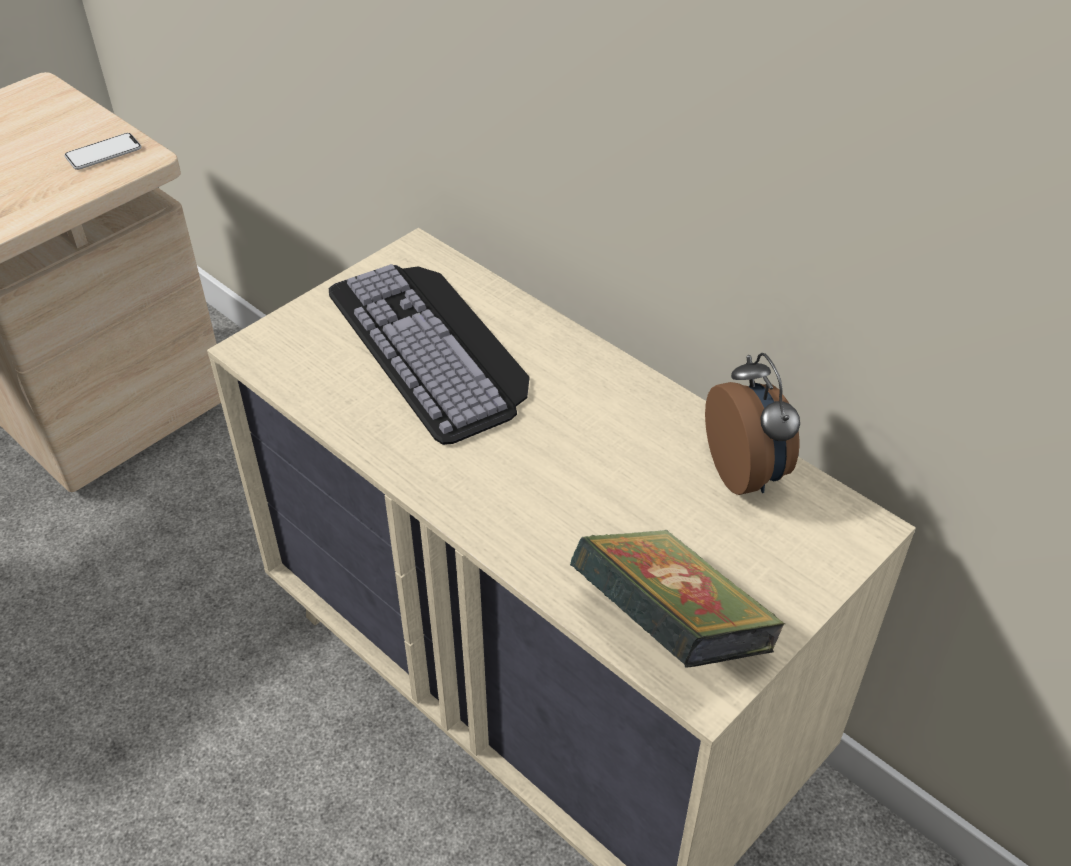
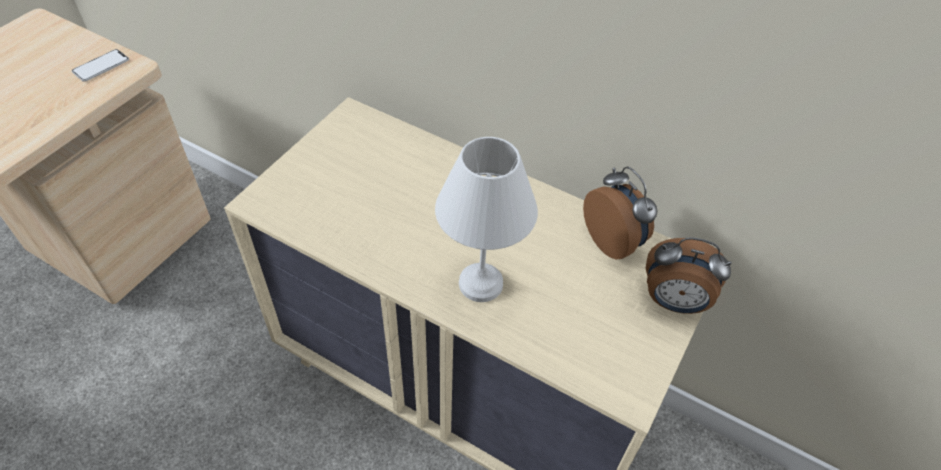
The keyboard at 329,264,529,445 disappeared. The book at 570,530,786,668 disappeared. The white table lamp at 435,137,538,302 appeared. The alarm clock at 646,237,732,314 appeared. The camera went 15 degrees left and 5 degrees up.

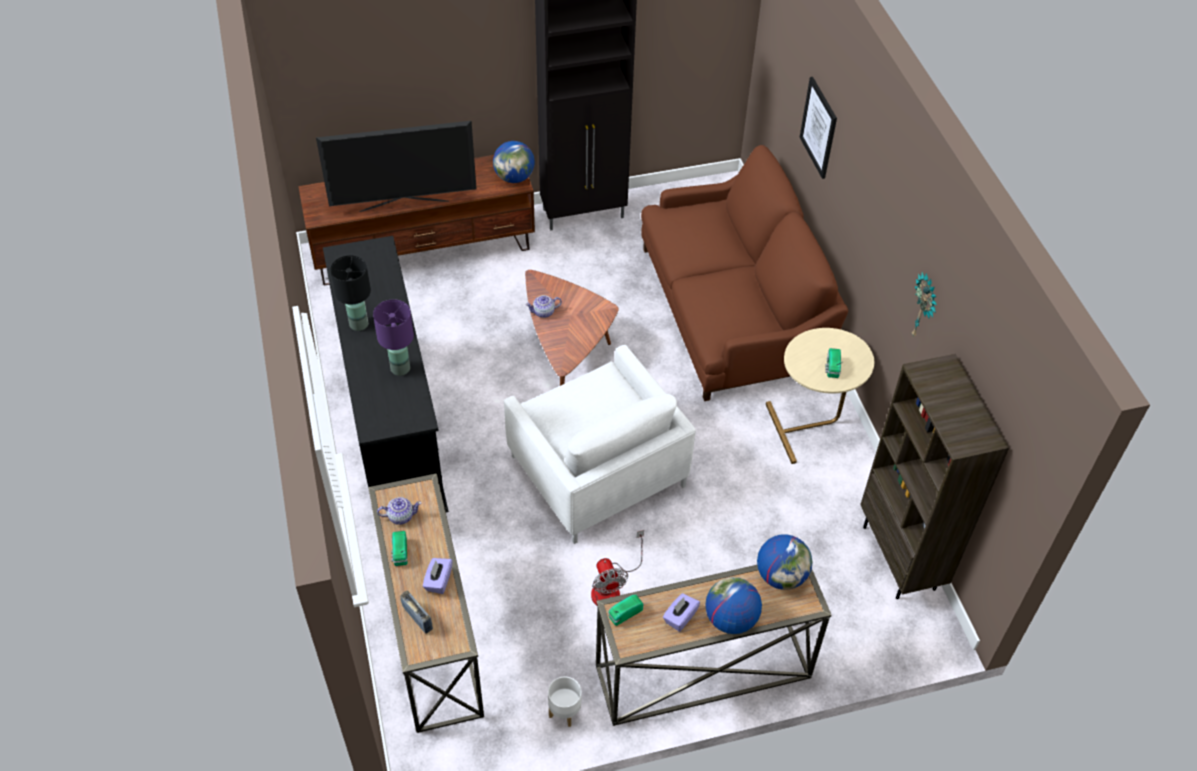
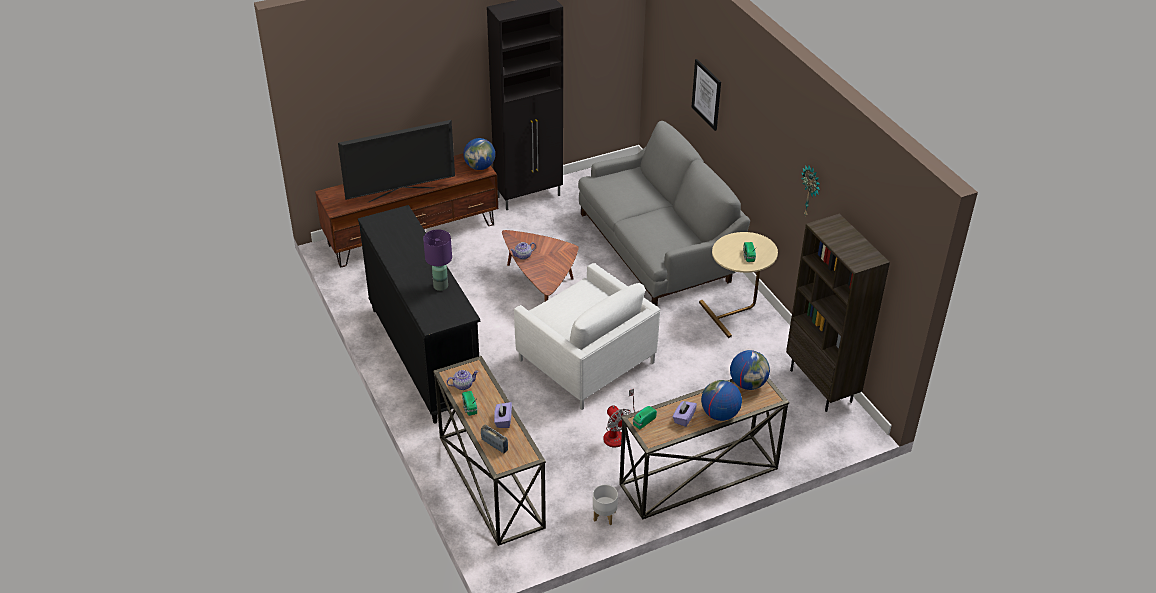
The brown sofa at 641,145,848,401 became the grey sofa at 578,121,750,306. The black table lamp at 330,255,371,331 disappeared. The camera went 10 degrees left and 10 degrees down.

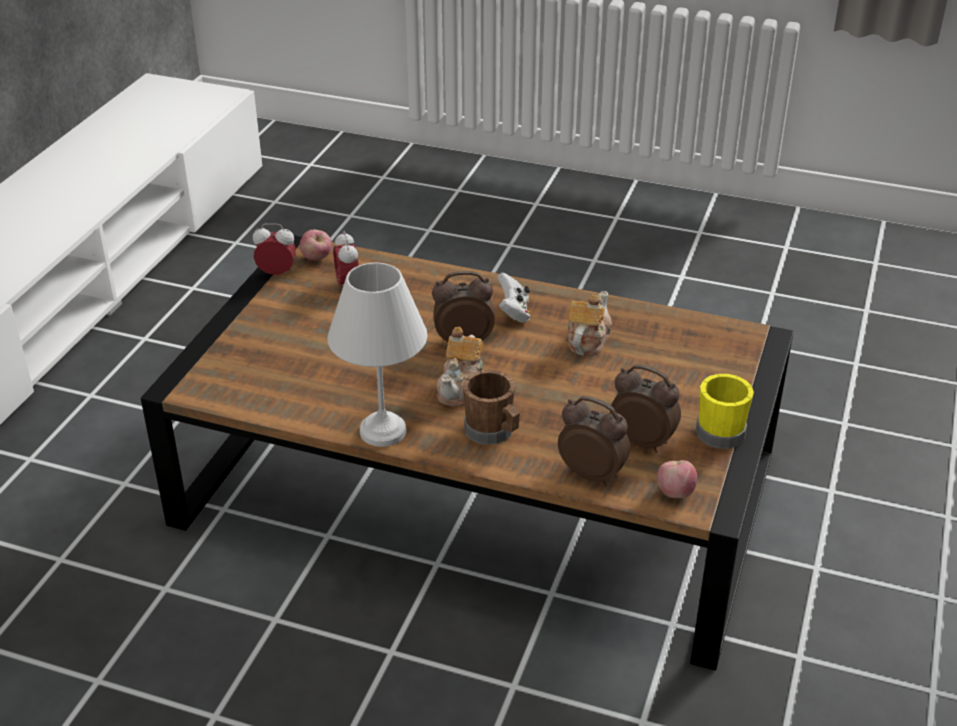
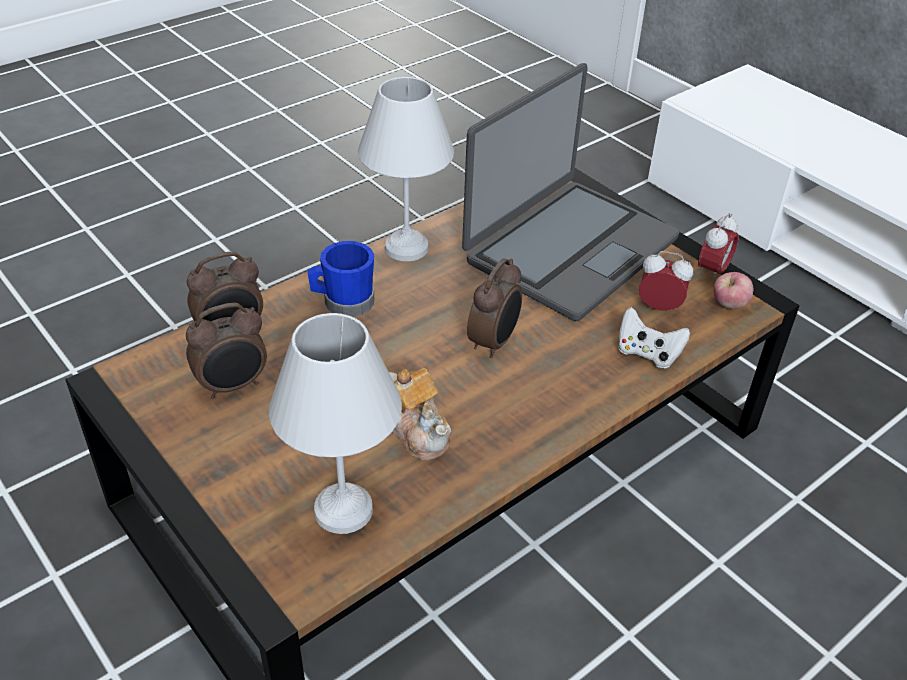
The white game controller moved from 497,273,530,323 to 618,307,690,369. The teapot at 436,327,483,407 disappeared. The brown mug at 463,370,520,445 became the blue mug at 307,241,374,317. The yellow mug at 696,374,754,449 disappeared. The apple at 657,460,697,498 disappeared. The laptop at 462,63,679,321 appeared. The white table lamp at 269,313,402,534 appeared. The camera went 120 degrees right and 5 degrees up.

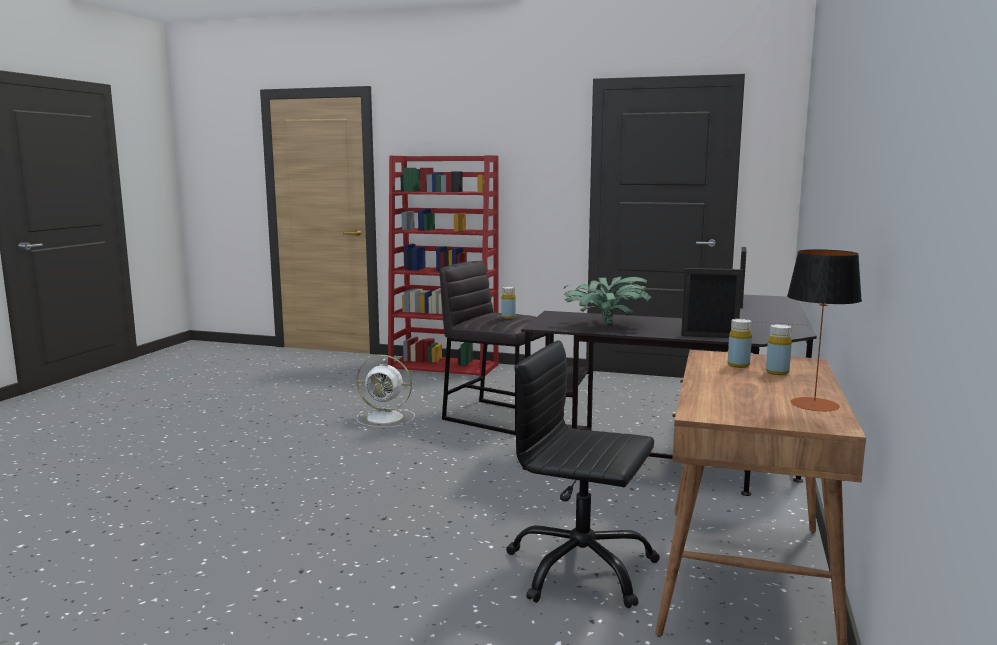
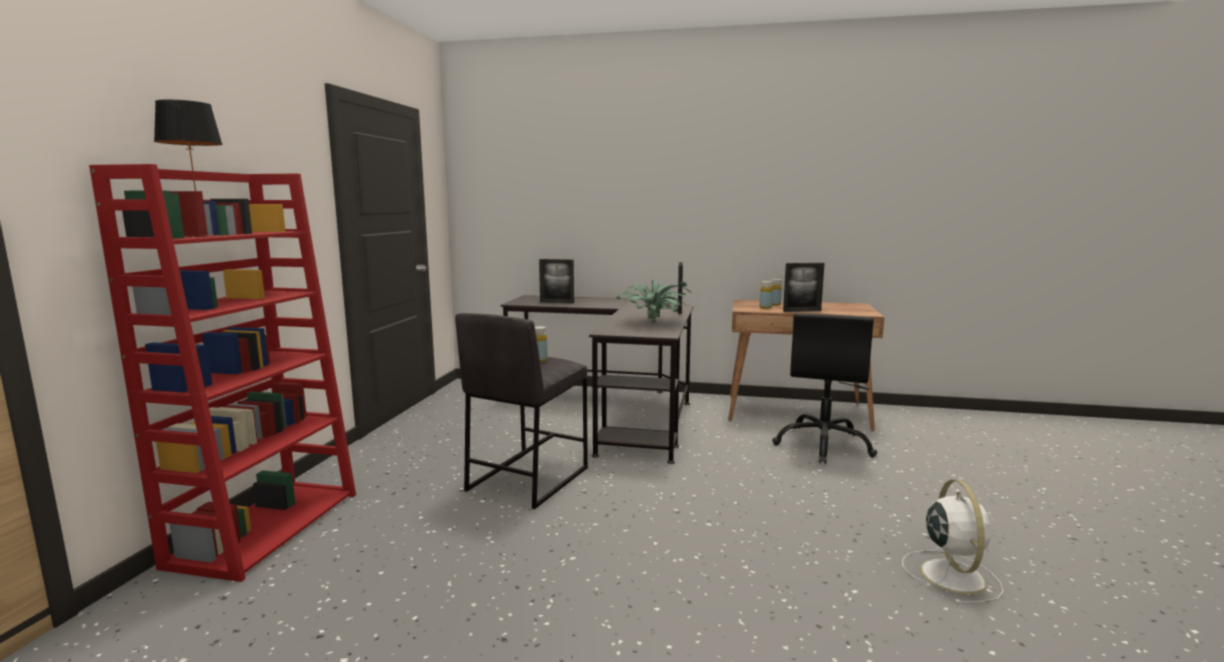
The table lamp moved from 787,249,862,412 to 154,100,223,237. The white fan moved from 356,355,415,427 to 902,479,1003,604. The picture frame at 783,263,825,312 appeared. The camera went 95 degrees left and 0 degrees up.

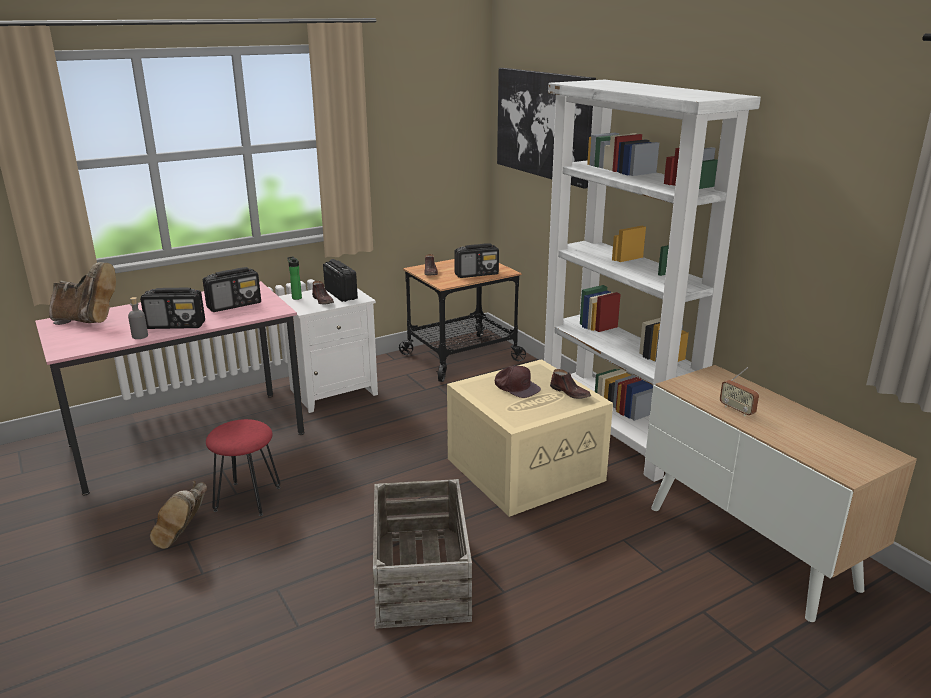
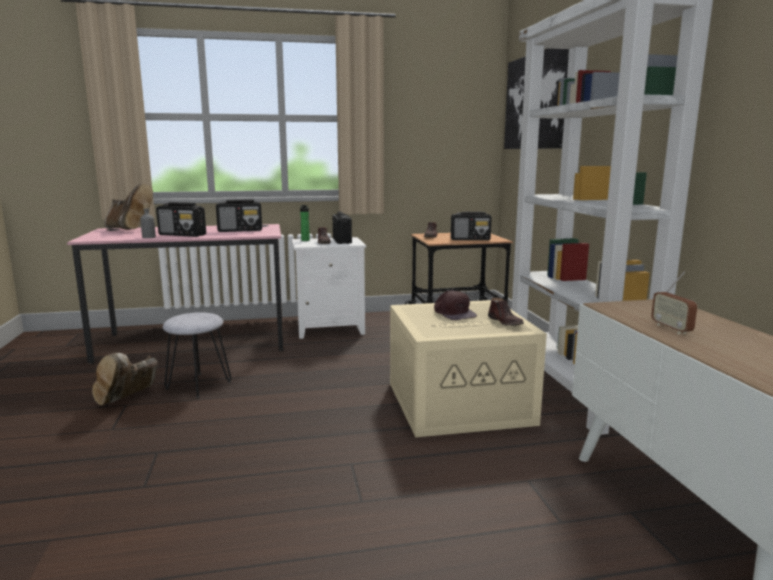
The red stool at 206,419,281,516 became the grey stool at 163,312,231,398. The crate at 373,479,472,629 disappeared. The camera went 20 degrees right and 10 degrees down.

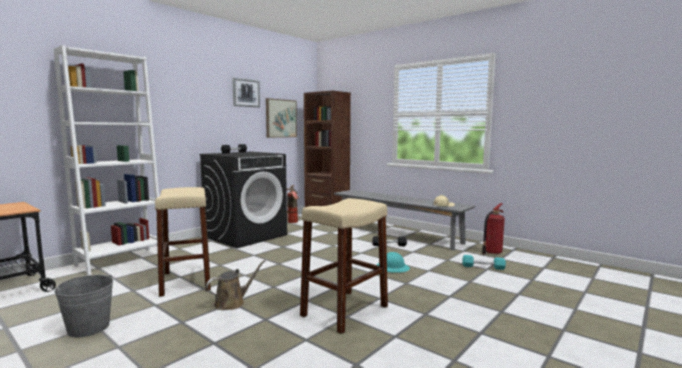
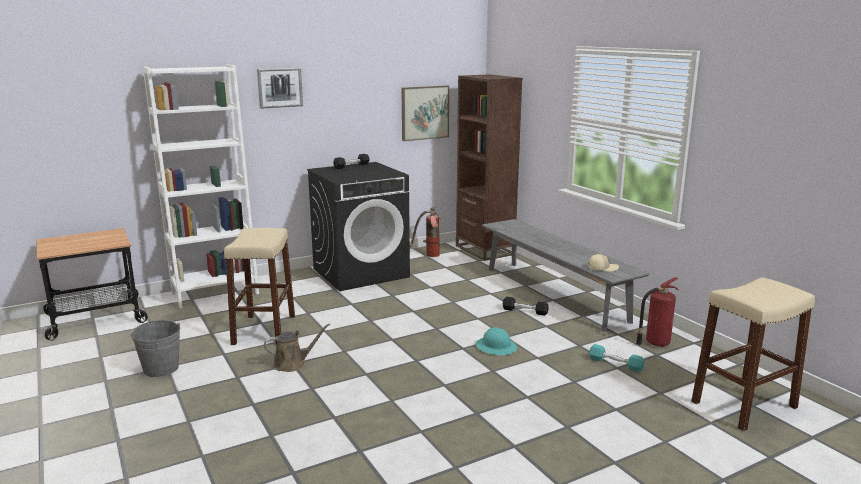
The picture moved from 232,78,260,107 to 257,67,303,109. The beige stool moved from 300,198,388,334 to 691,277,815,431. The camera went 20 degrees right and 10 degrees up.

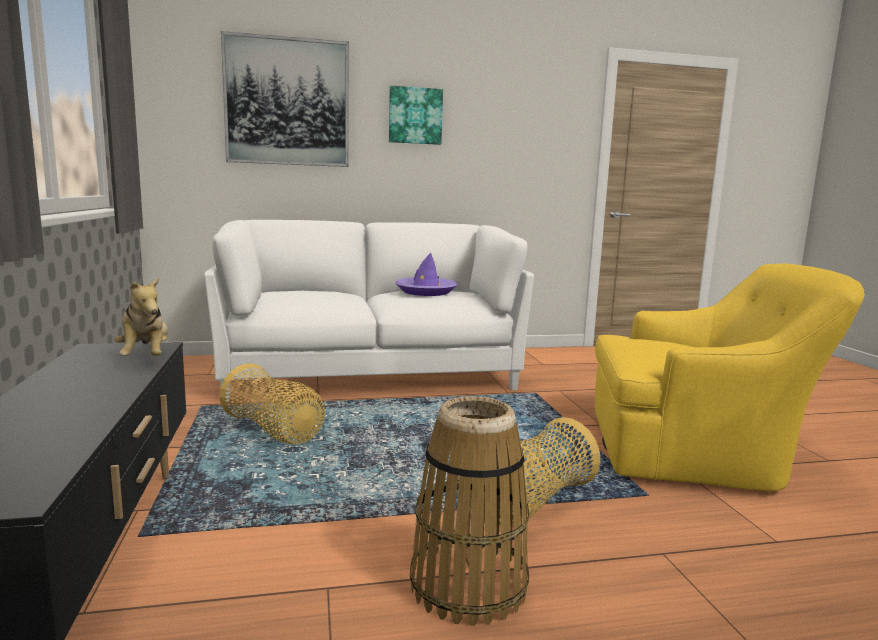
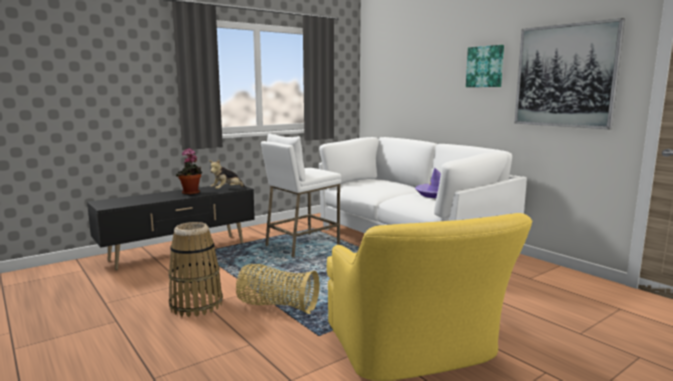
The picture moved from 221,31,349,167 to 514,18,625,129. The basket at 219,364,325,444 was replaced by the white stool at 261,133,341,257. The potted plant at 176,148,202,195 appeared. The camera went 65 degrees right and 0 degrees up.

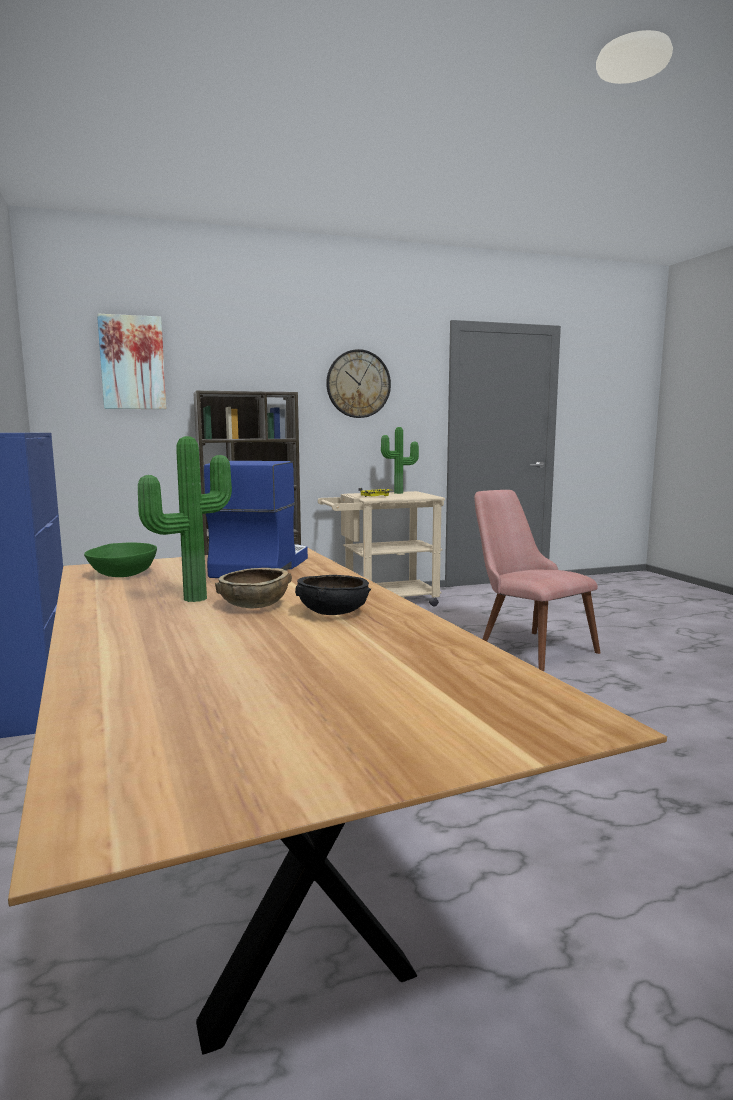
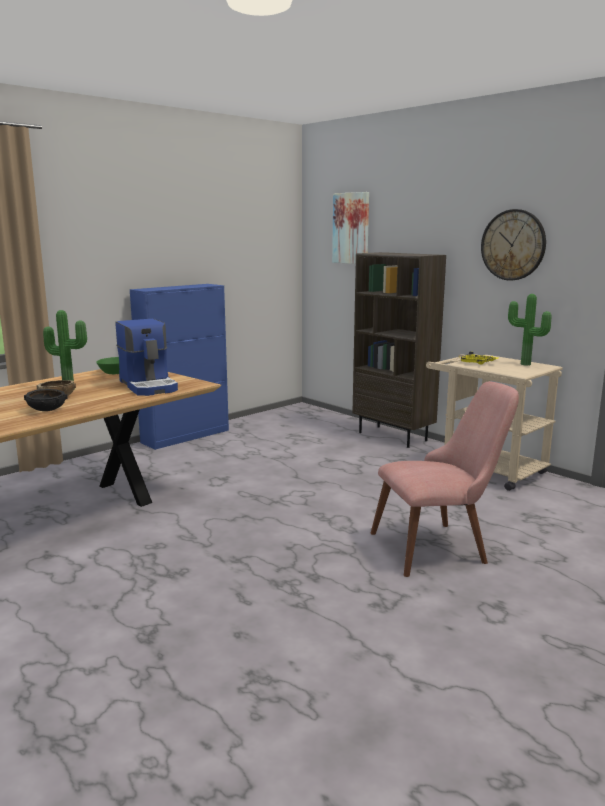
The coffee machine at 203,461,308,578 turned 75 degrees clockwise. The pink chair at 474,490,600,671 turned 45 degrees clockwise. The camera went 65 degrees right and 5 degrees up.

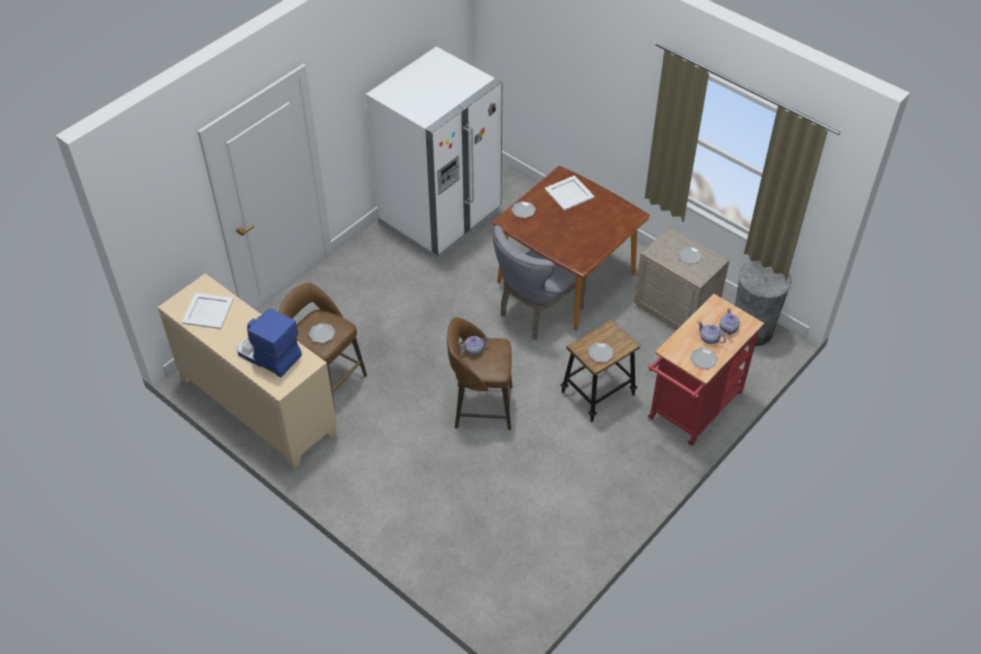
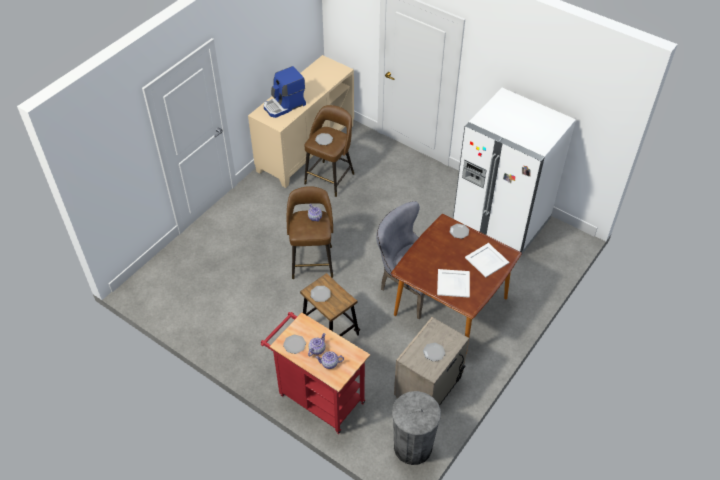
The white tray moved from 182,293,234,329 to 437,269,470,298. The coffee machine at 237,308,302,378 turned 150 degrees counterclockwise. The camera went 85 degrees right and 0 degrees up.

